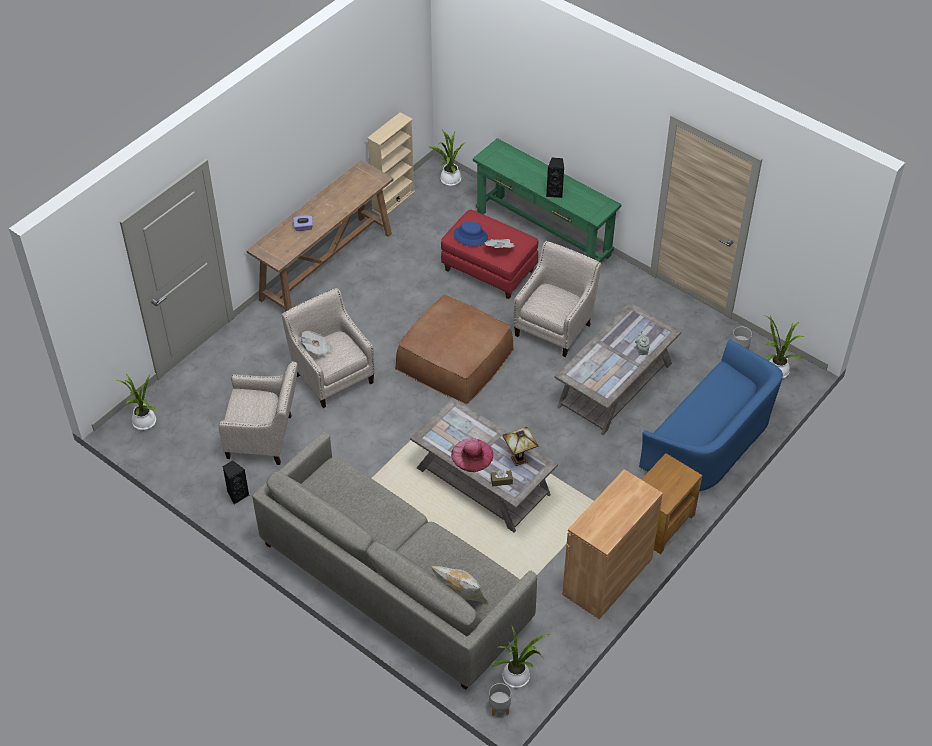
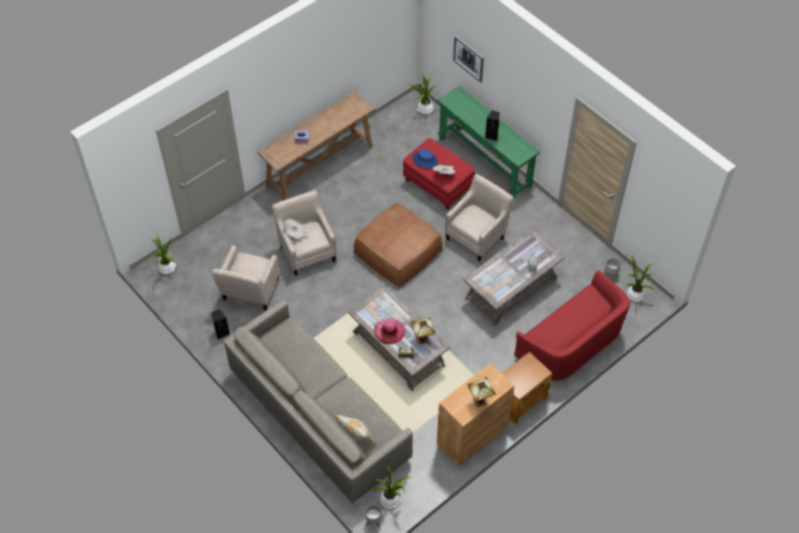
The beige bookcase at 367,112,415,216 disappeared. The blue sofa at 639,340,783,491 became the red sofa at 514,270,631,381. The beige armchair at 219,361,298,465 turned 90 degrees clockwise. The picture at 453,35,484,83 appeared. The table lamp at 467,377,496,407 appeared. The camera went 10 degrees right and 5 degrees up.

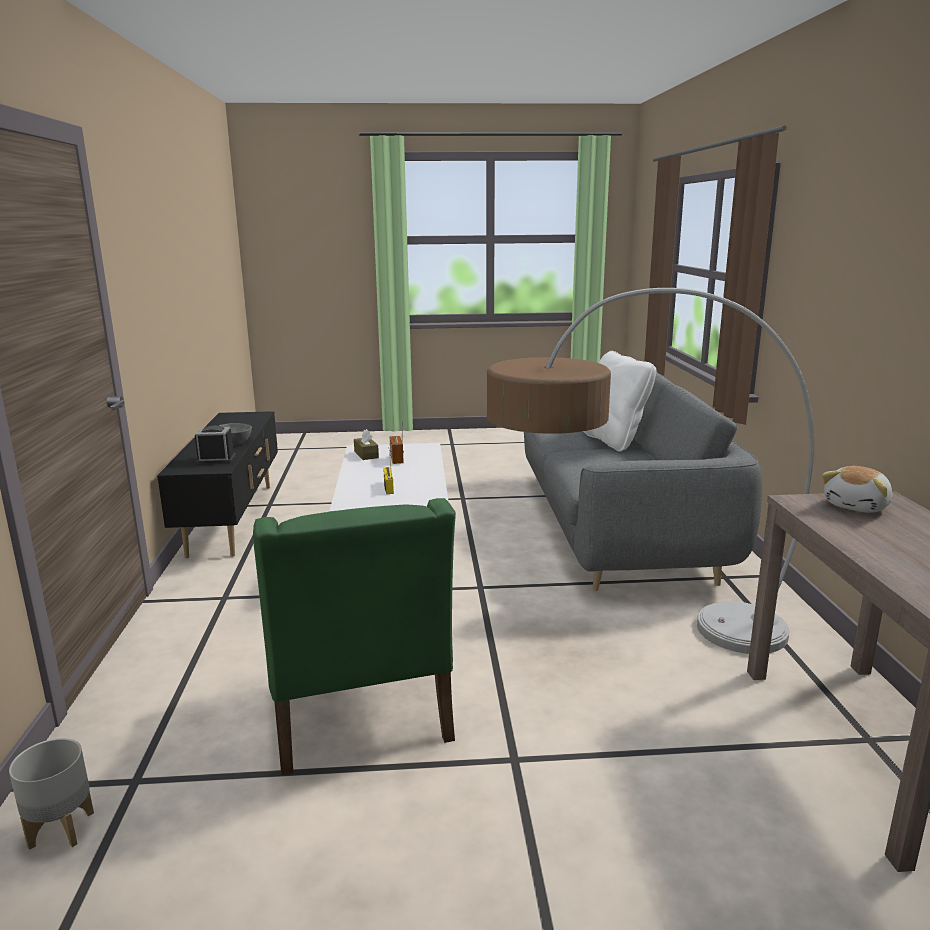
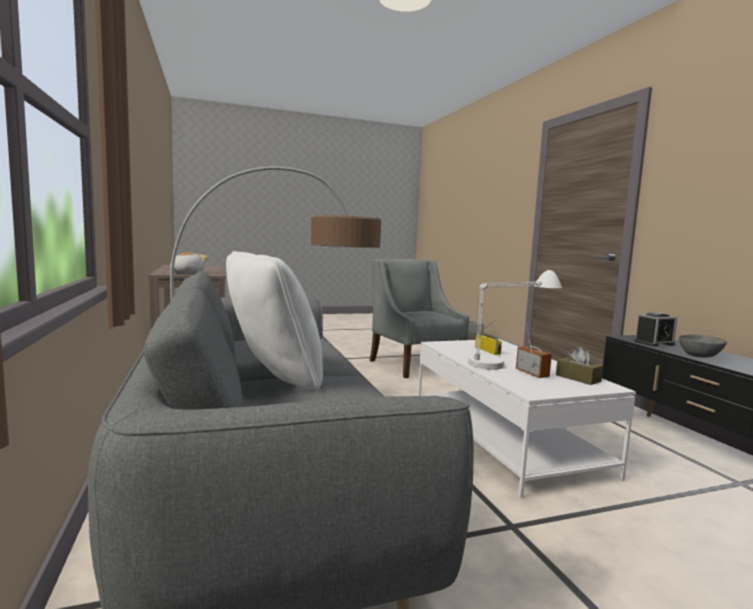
The green armchair at 253,498,456,775 became the grey armchair at 369,259,469,378. The white table lamp at 468,270,562,370 appeared. The camera went 165 degrees right and 10 degrees down.

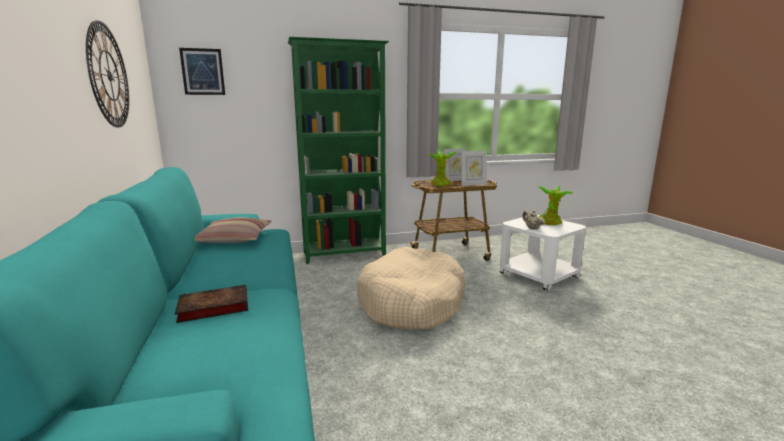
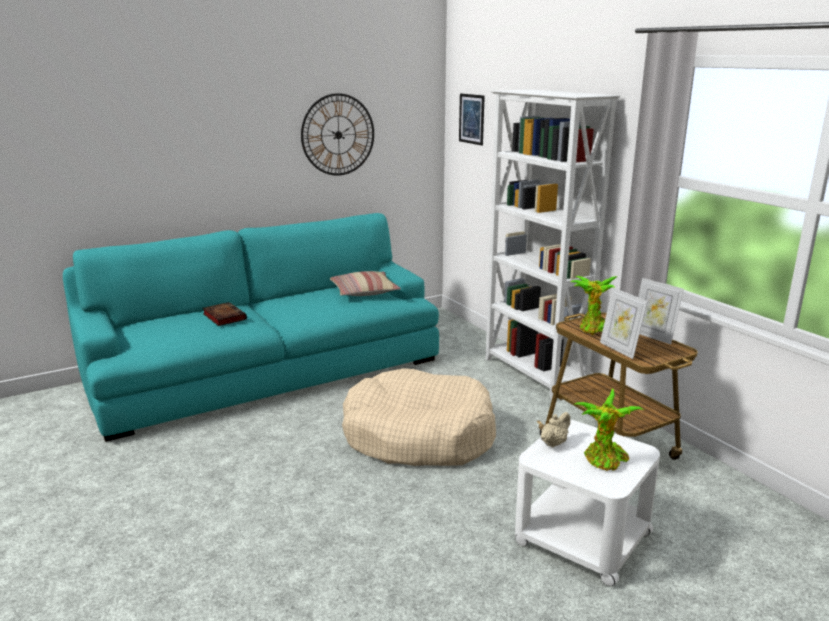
The green bookcase at 288,37,389,264 became the white bookcase at 485,89,620,400. The camera went 75 degrees right and 5 degrees up.

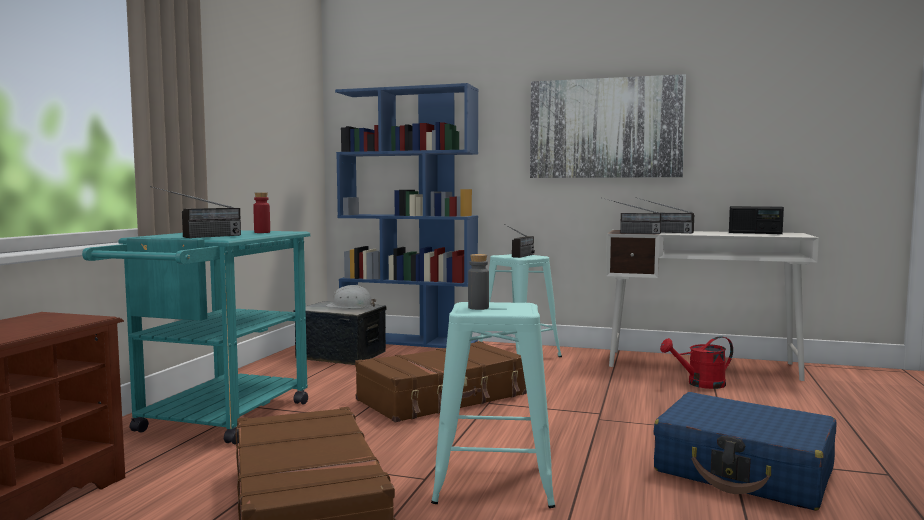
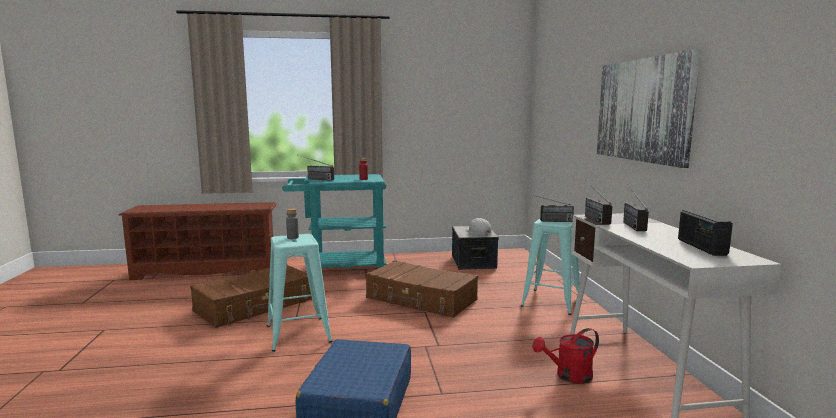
The blue bookcase at 335,83,478,348 disappeared. The red watering can at 660,336,733,389 turned 75 degrees counterclockwise. The camera went 65 degrees right and 5 degrees up.

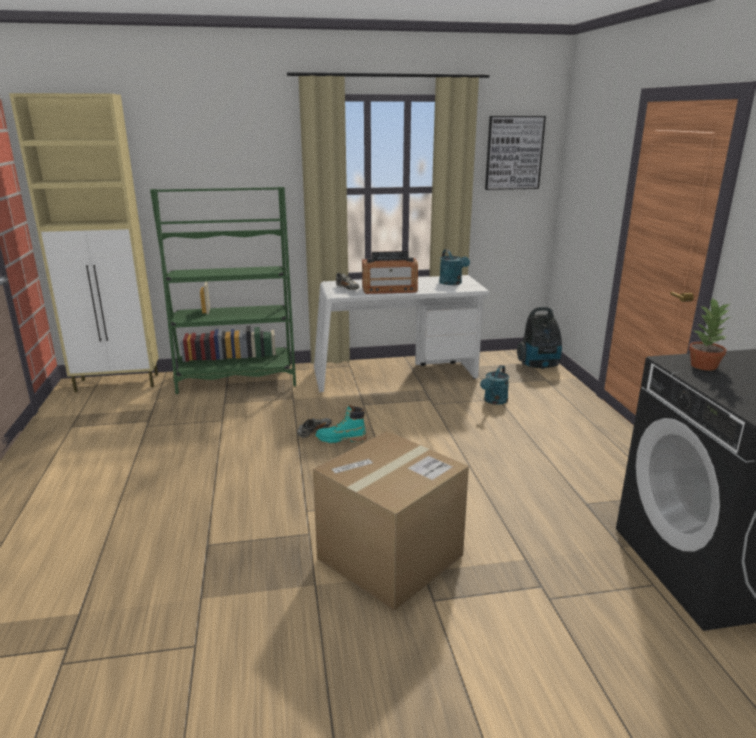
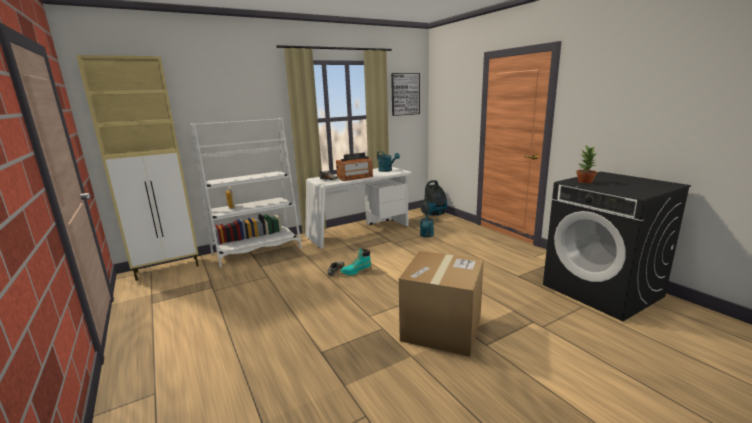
The green bookcase at 150,187,296,394 became the white bookcase at 190,118,302,268. The camera went 20 degrees left and 5 degrees down.

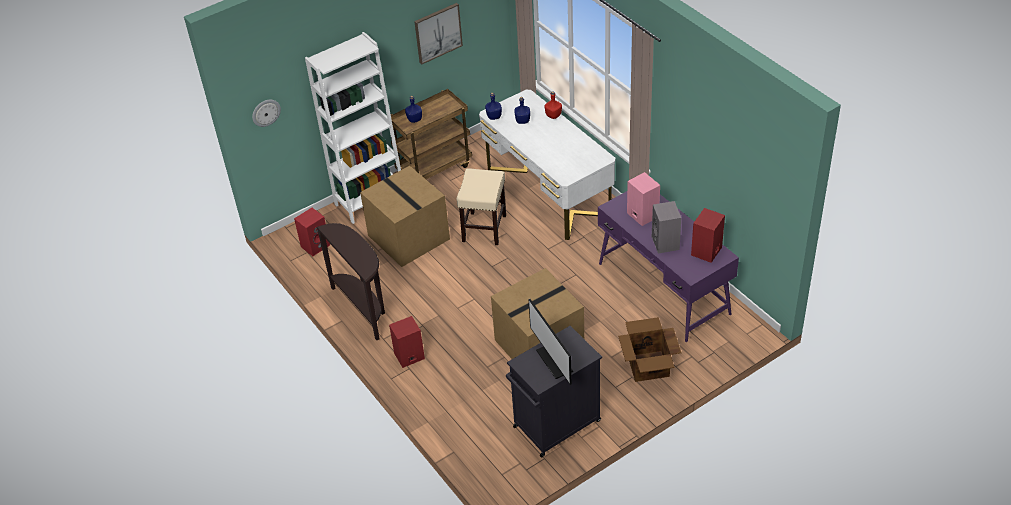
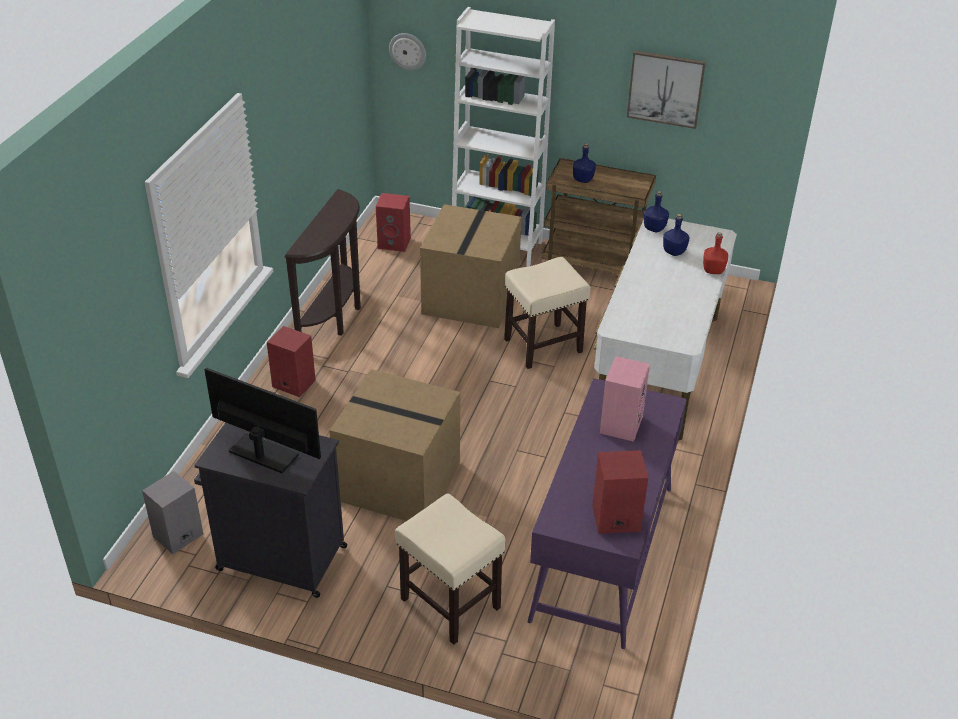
The grey speaker moved from 652,201,681,253 to 142,471,203,554. The monitor at 529,299,573,385 turned 90 degrees clockwise. The cardboard box at 618,317,681,382 was replaced by the beige stool at 395,494,506,645. The camera went 50 degrees right and 5 degrees down.

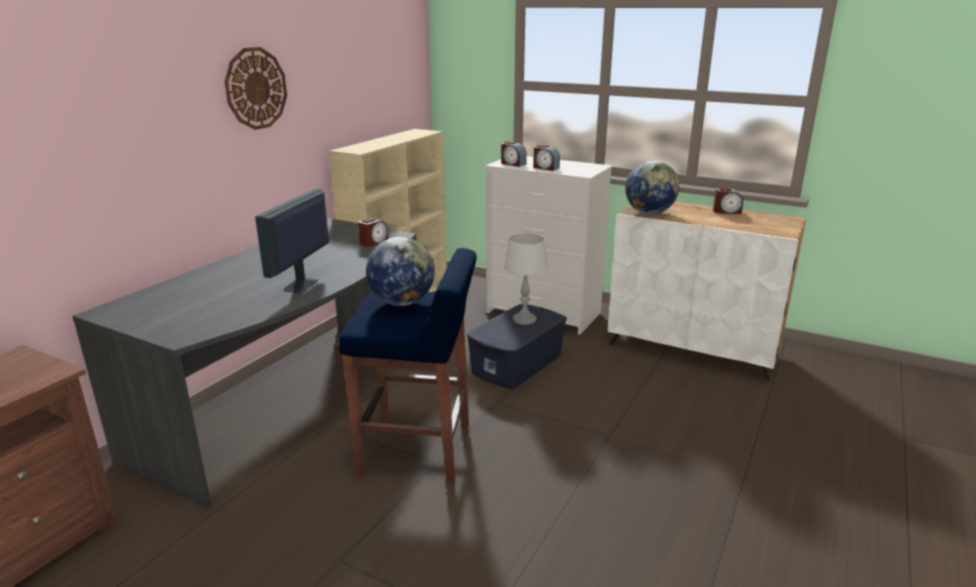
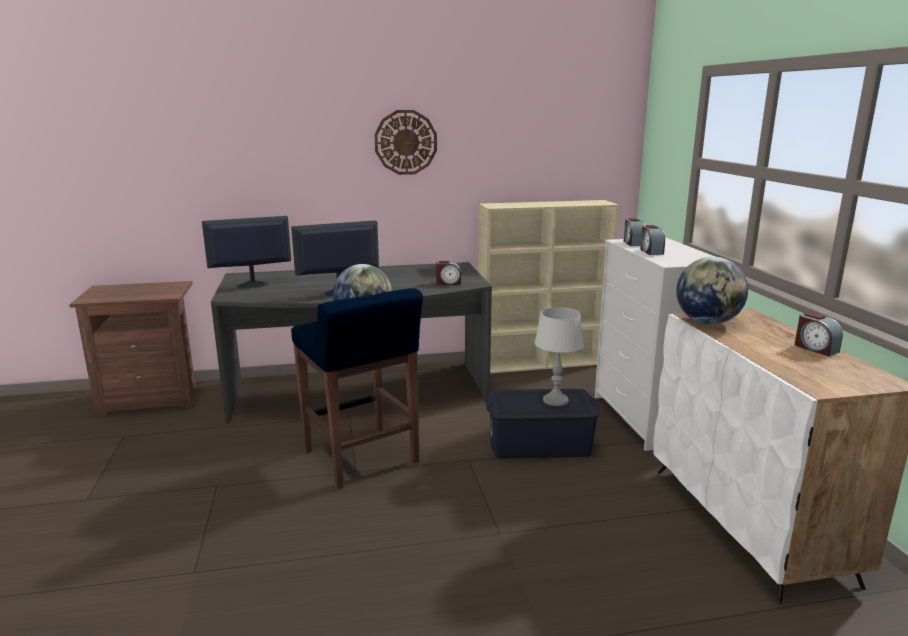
The monitor at 202,216,291,288 appeared. The camera went 50 degrees right and 5 degrees down.

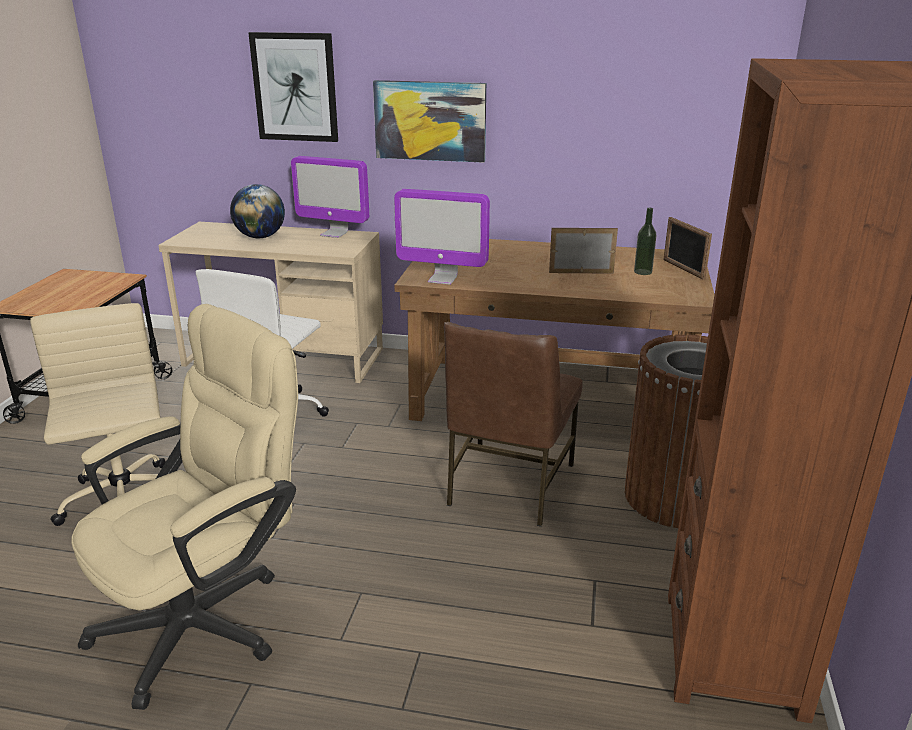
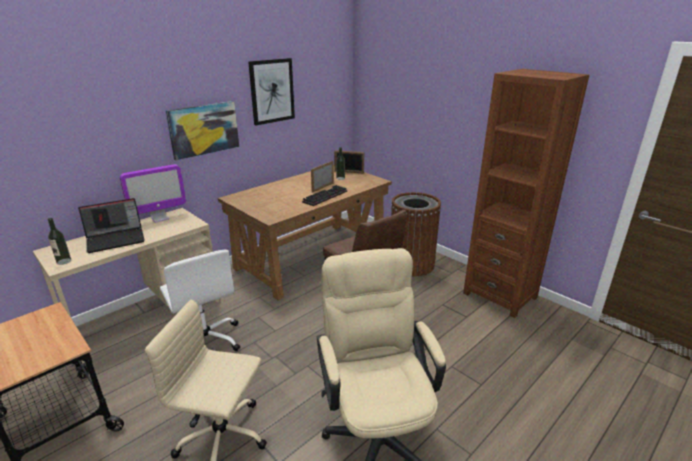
The picture moved from 248,32,338,142 to 248,58,295,125. The globe at 230,184,285,238 was replaced by the laptop at 78,198,145,253. The monitor at 394,189,490,285 disappeared. The keyboard at 302,185,347,206 appeared. The bottle at 47,218,71,265 appeared. The camera went 55 degrees left and 0 degrees up.

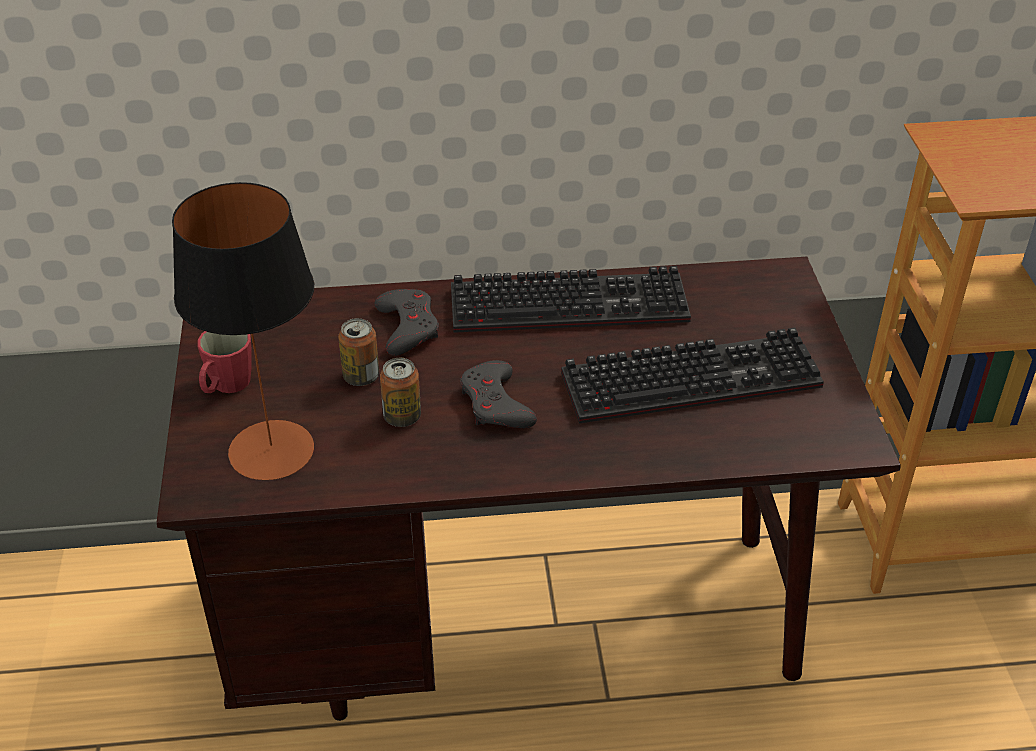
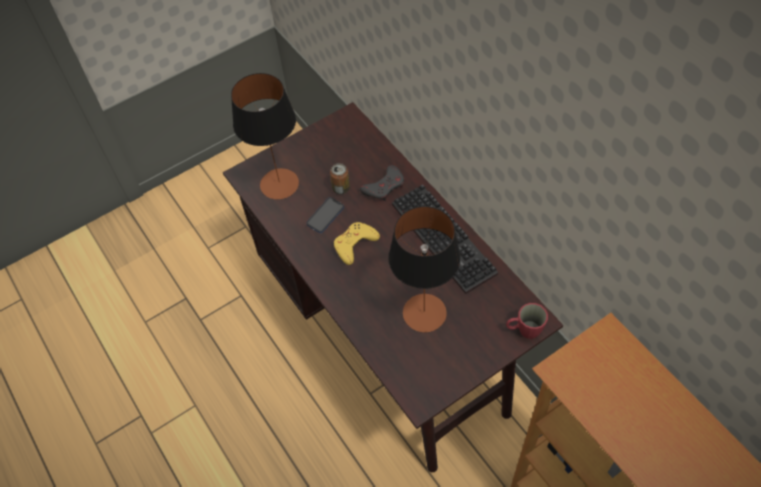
The keyboard at 561,328,824,424 was replaced by the table lamp at 389,206,461,332. The red mug moved from 197,331,252,393 to 506,303,548,339. The can at 380,358,421,427 was replaced by the phone at 306,197,344,233. The grey game controller at 460,360,537,428 became the yellow game controller at 334,222,380,265. The camera went 65 degrees right and 15 degrees up.

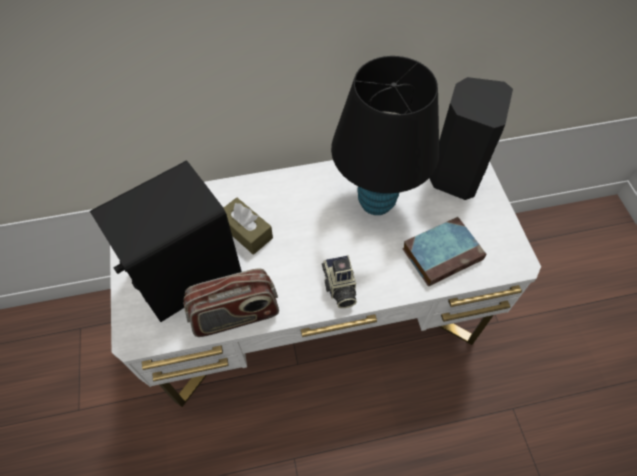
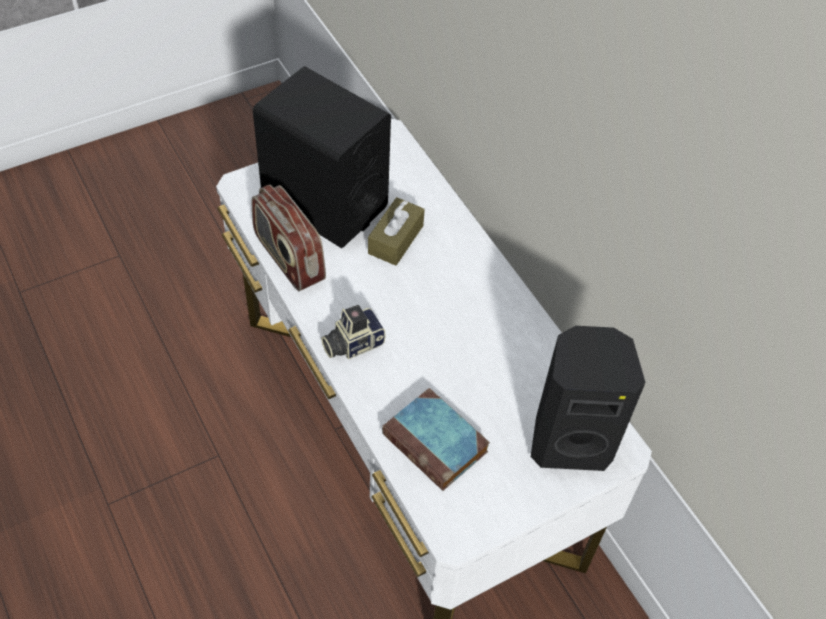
The black table lamp at 331,56,439,215 disappeared. The camera went 70 degrees right and 5 degrees down.

